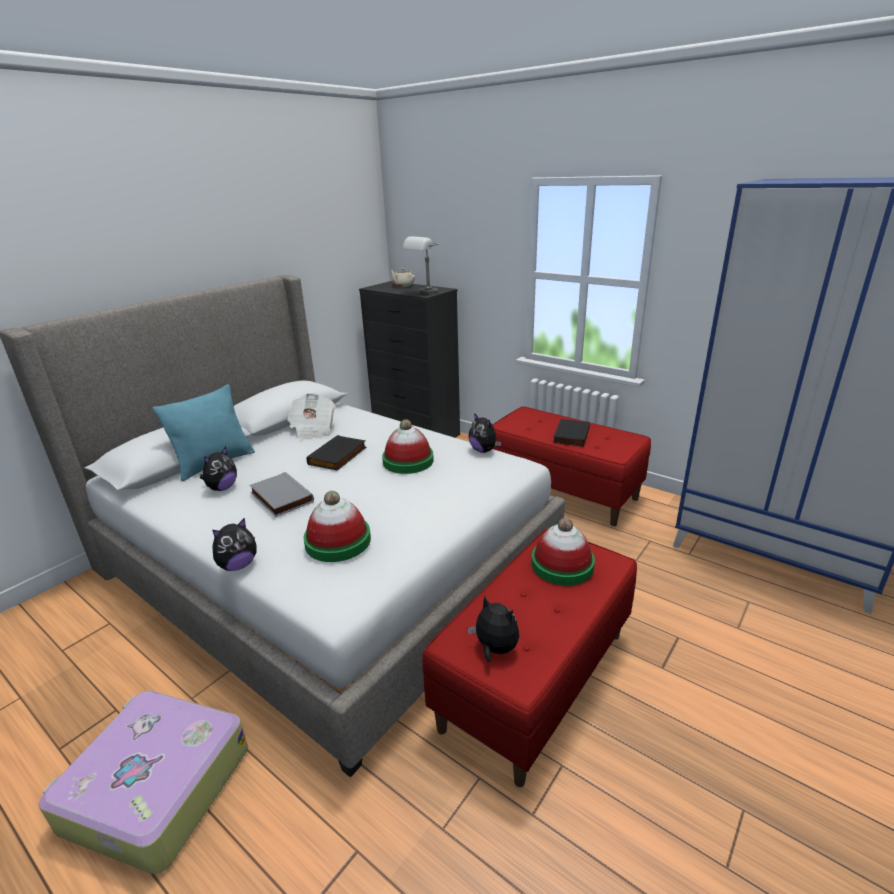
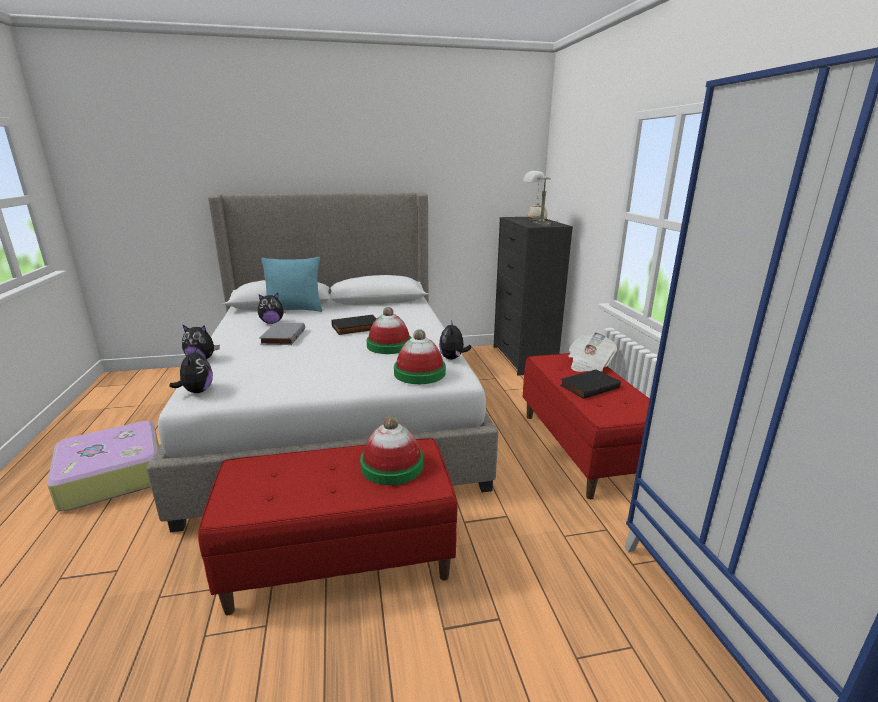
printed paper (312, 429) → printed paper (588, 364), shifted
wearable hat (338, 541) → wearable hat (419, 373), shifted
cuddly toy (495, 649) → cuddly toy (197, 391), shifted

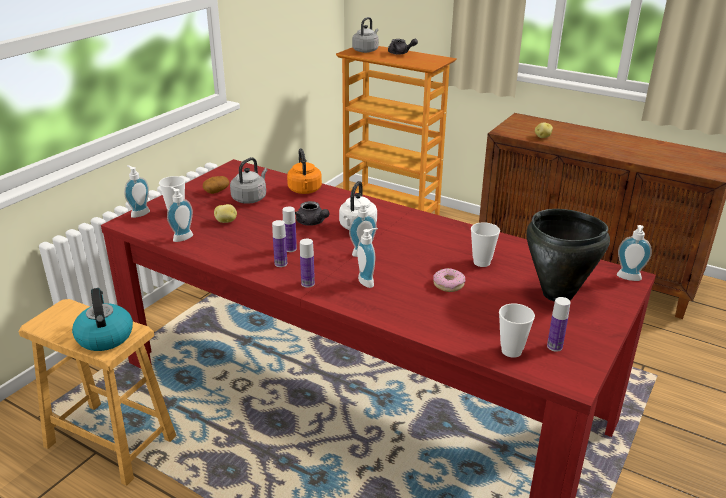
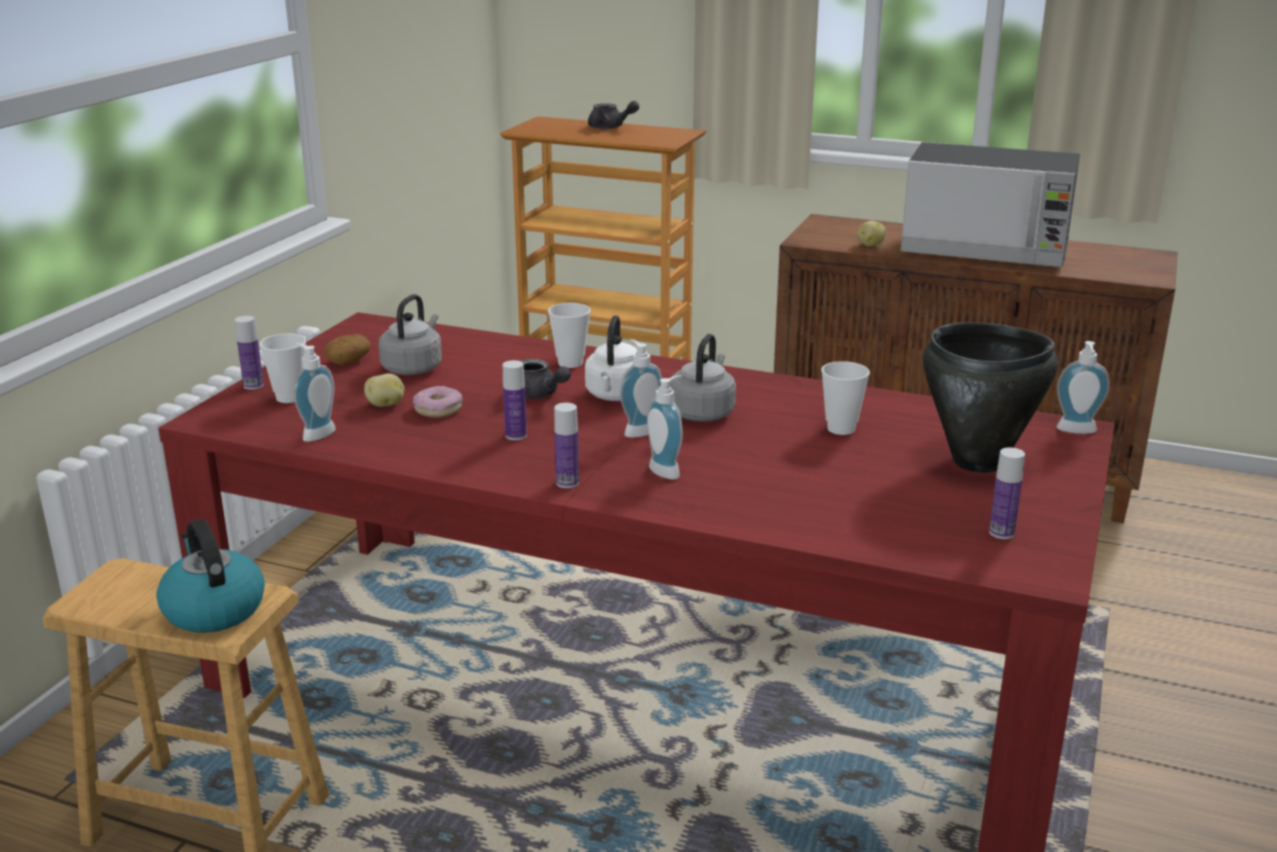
soap bottle (139, 213) → -
drink bottle (281, 263) → drink bottle (253, 385), shifted
orange-coloured kettle (305, 191) → -
grey kettle (366, 50) → grey kettle (703, 412), shifted
ring doughnut (448, 284) → ring doughnut (438, 409), shifted
drinking cup (511, 351) → drinking cup (570, 363), shifted
- → microwave oven (985, 250)

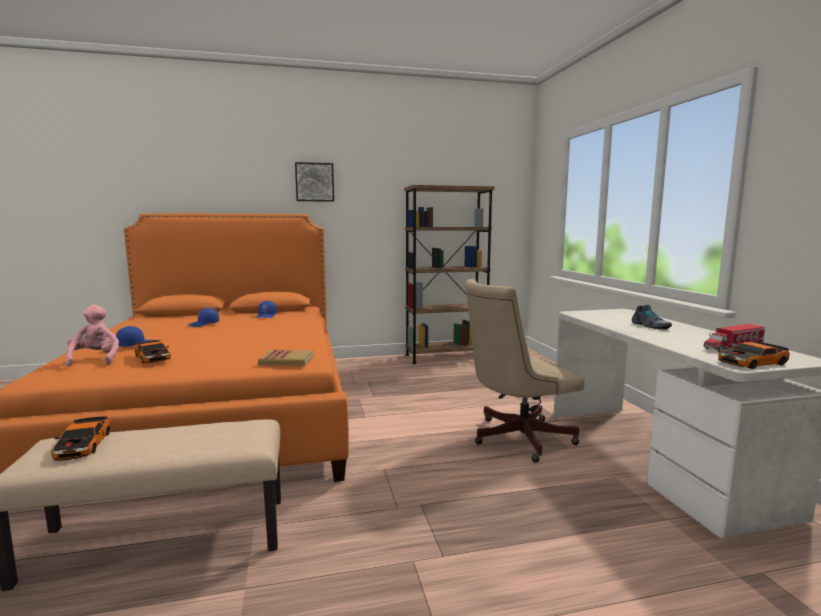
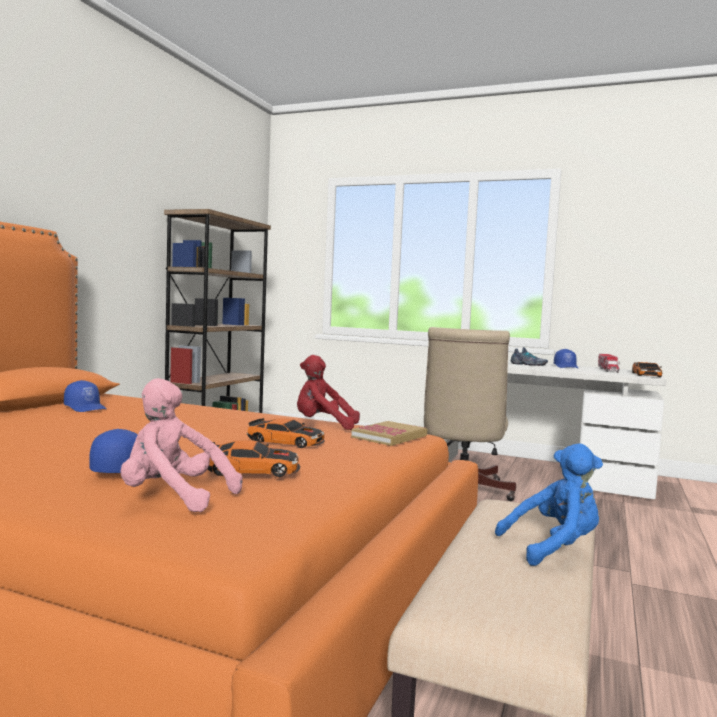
miniature car (83, 445) → miniature car (286, 441), shifted
blue-coloured baseball cap (204, 324) → blue-coloured baseball cap (566, 367), shifted
picture (314, 182) → -
- → red cuddly toy (322, 425)
- → blue-coloured cuddly toy (554, 548)

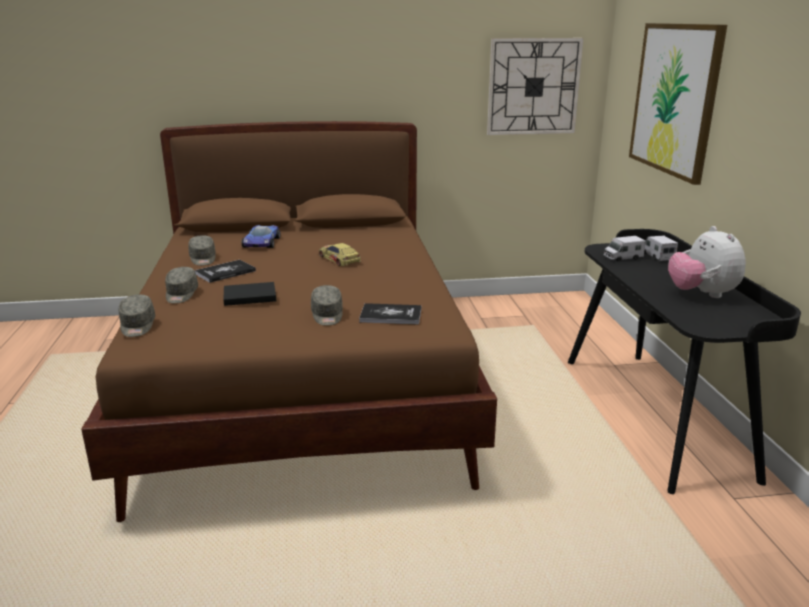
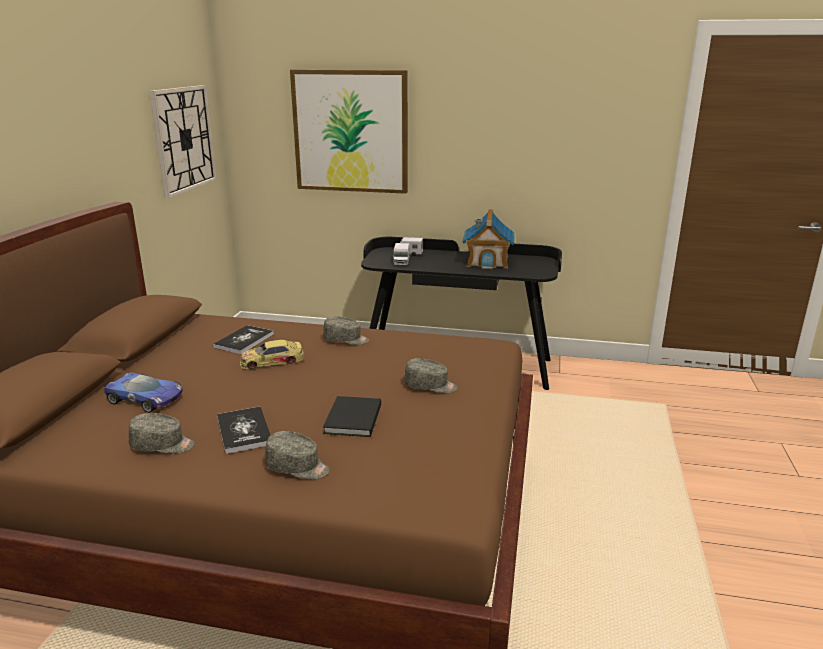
grey baseball cap (137, 326) → grey baseball cap (346, 340), shifted
book (391, 315) → book (244, 341), shifted
cuddly toy (701, 294) → model house (488, 261)

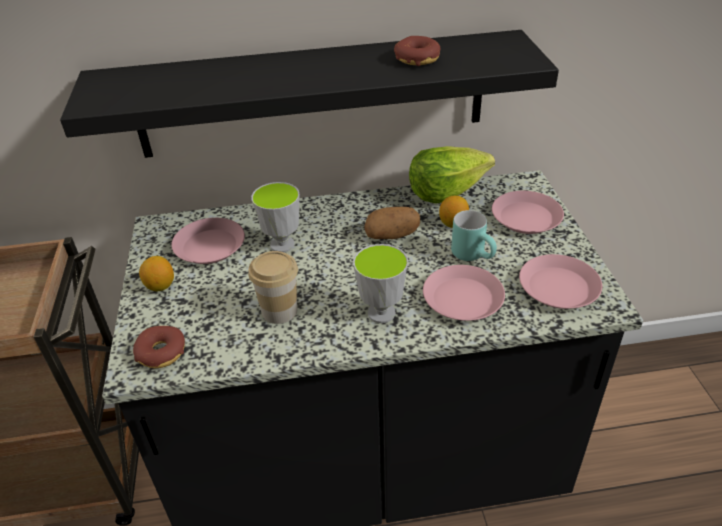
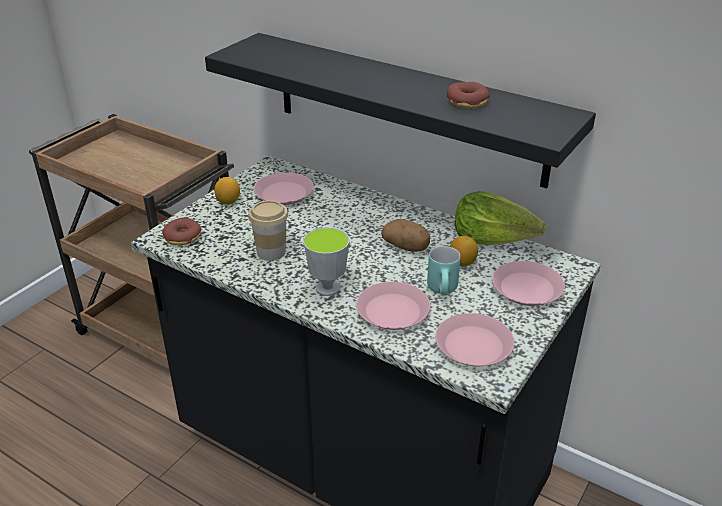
drinking cup (282, 245) → -

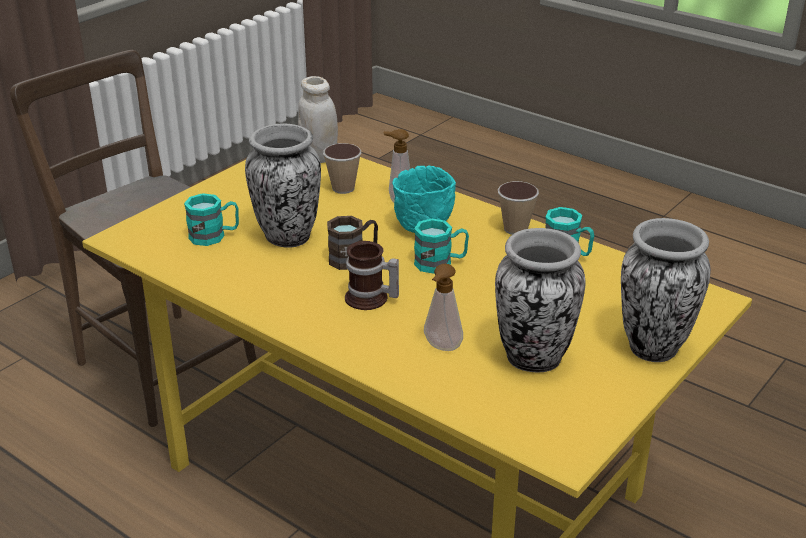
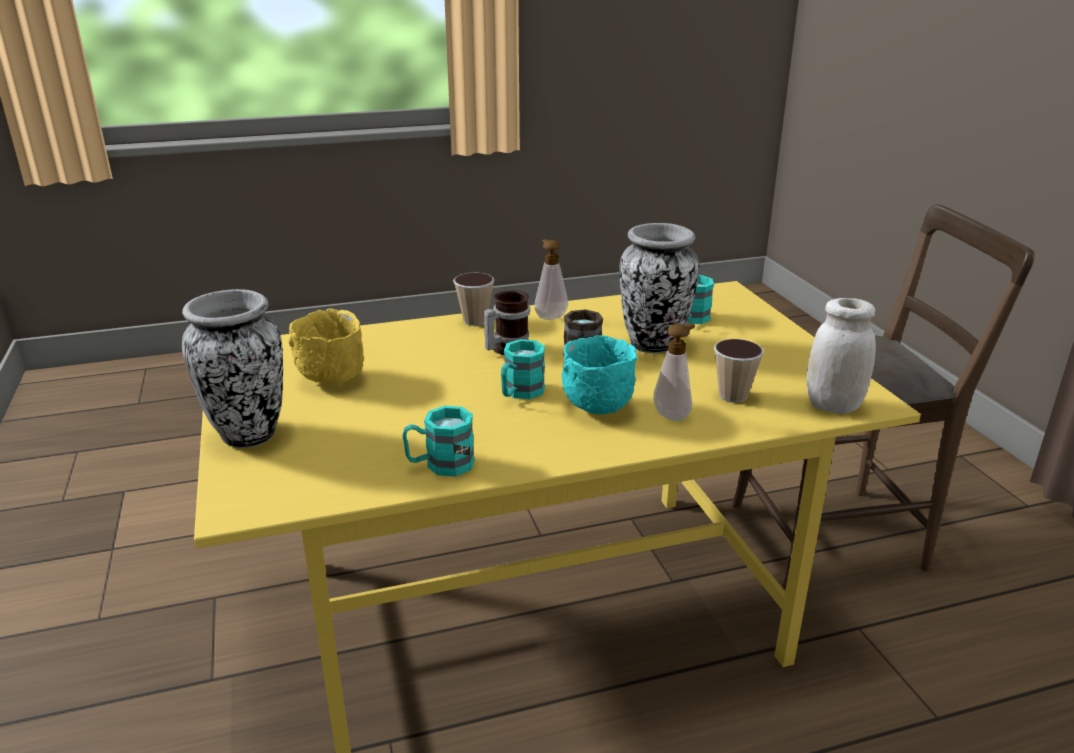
soap bottle (441, 348) → soap bottle (550, 316), shifted
flower vase (533, 359) → yellowish bowl (332, 378)
drinking cup (515, 229) → drinking cup (475, 320), shifted

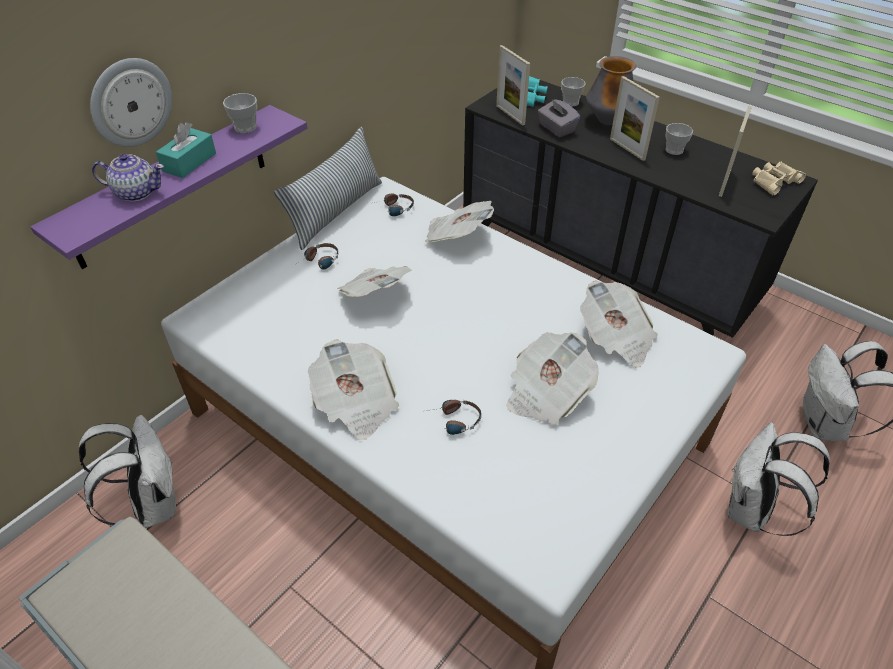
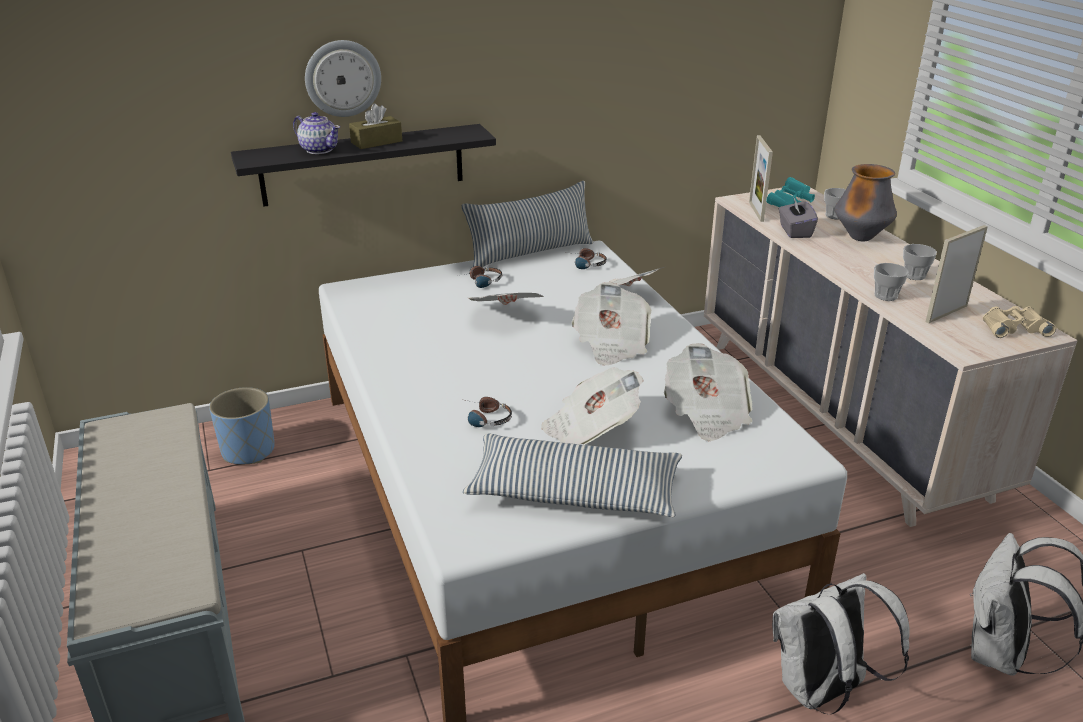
purple-coloured shelf (171, 186) → black shelf (363, 165)
white backpack (152, 504) → blue-coloured plant pot (248, 451)
turquoise tissue box (189, 162) → brownish tissue box (376, 142)
drinking cup (245, 127) → drinking cup (886, 296), shifted
printed paper (356, 404) → printed paper (611, 344), shifted
black chest of drawers (606, 264) → beige-coloured chest of drawers (839, 415)
photo frame (627, 149) → -
- → cushion (574, 492)

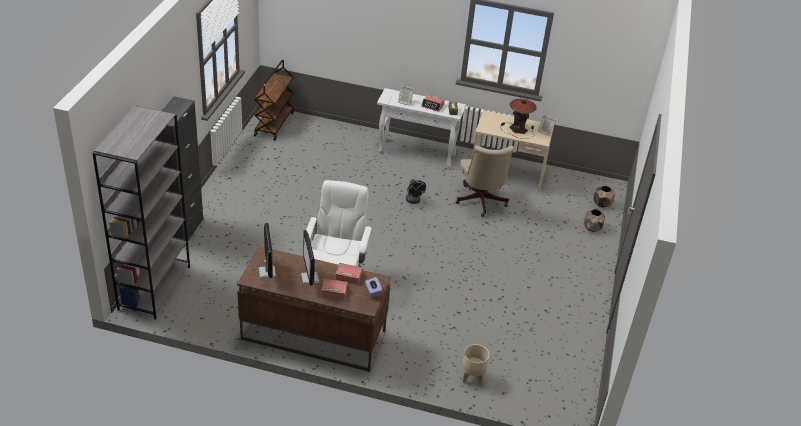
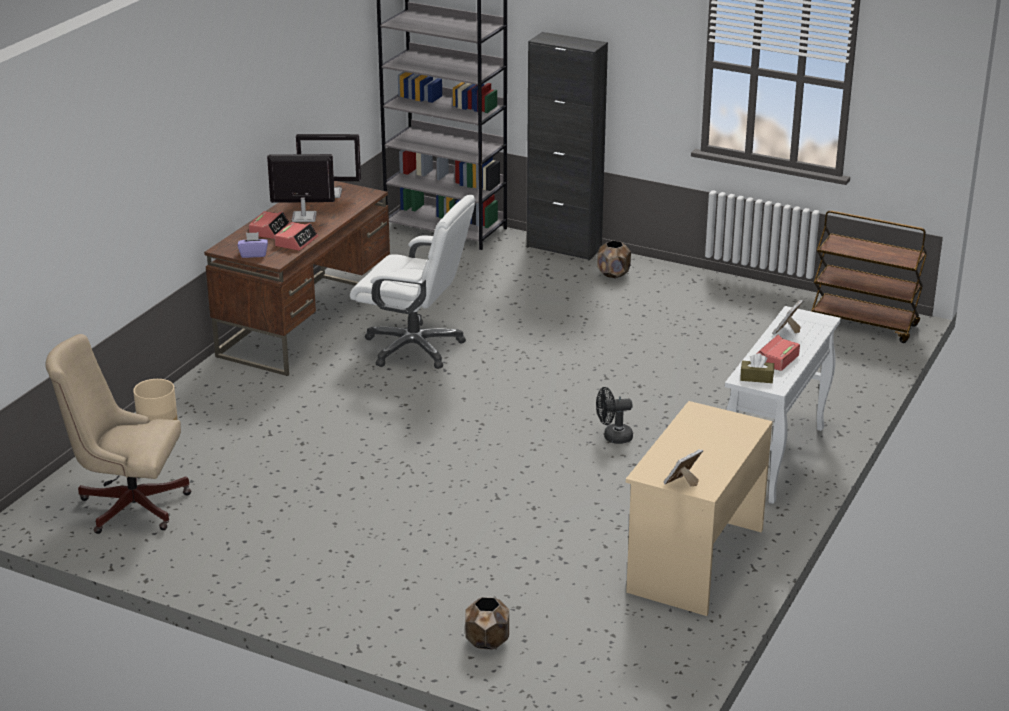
beige-coloured desk chair (480, 202) → beige-coloured desk chair (127, 505), shifted
lamp for a table (518, 129) → -
brownish plant pot (602, 204) → brownish plant pot (614, 274), shifted

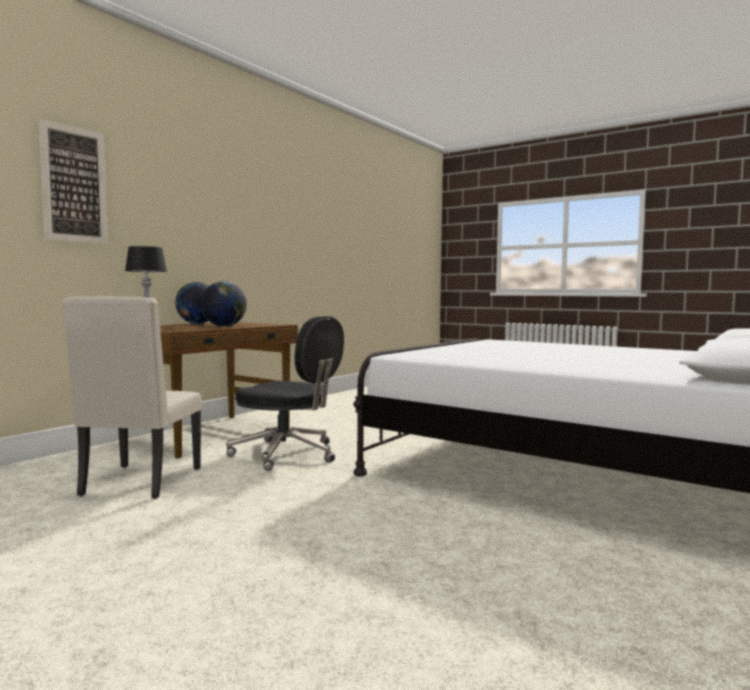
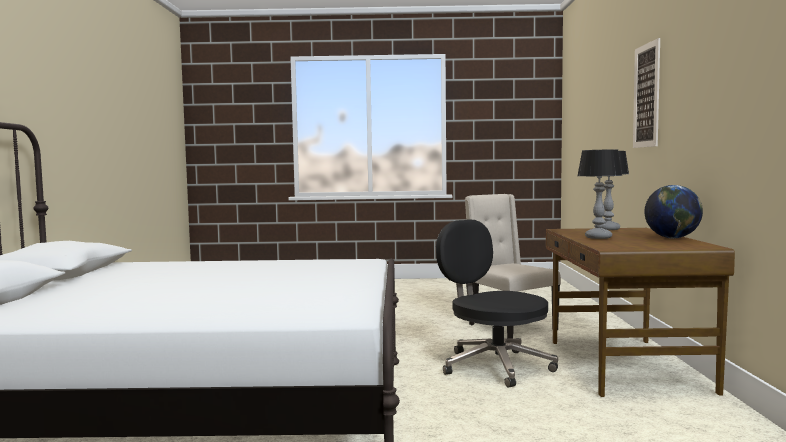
globe (224, 326) → lamp for a table (598, 237)
black desk chair (287, 454) → black desk chair (494, 366), 60 degrees clockwise

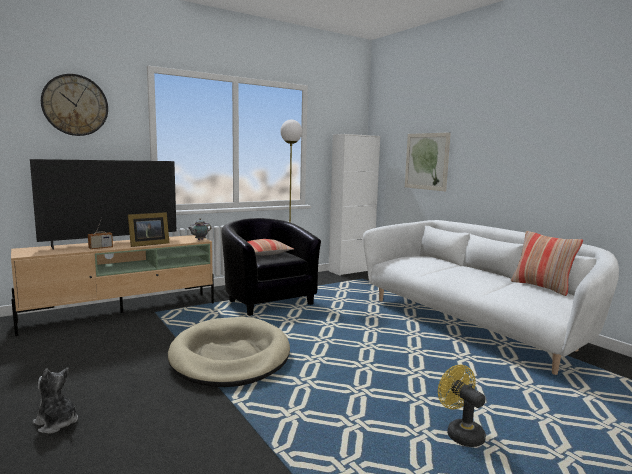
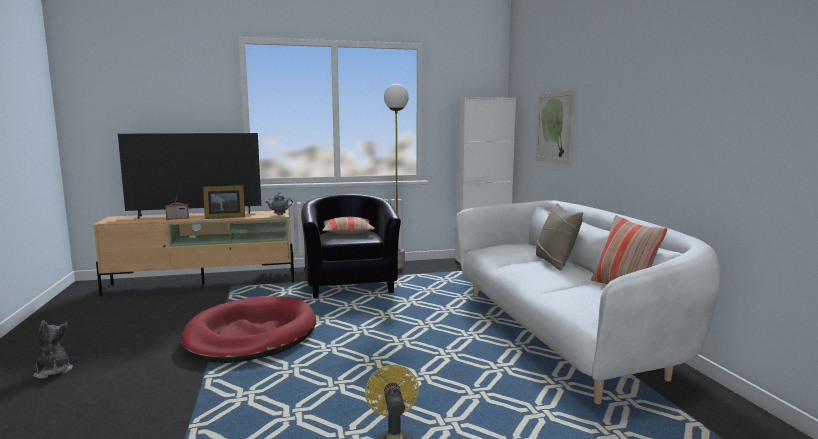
clock on the wall (75, 105) → -
beige-coloured dog cushion (230, 356) → red dog cushion (251, 335)
- → beige-coloured cushion (555, 262)

